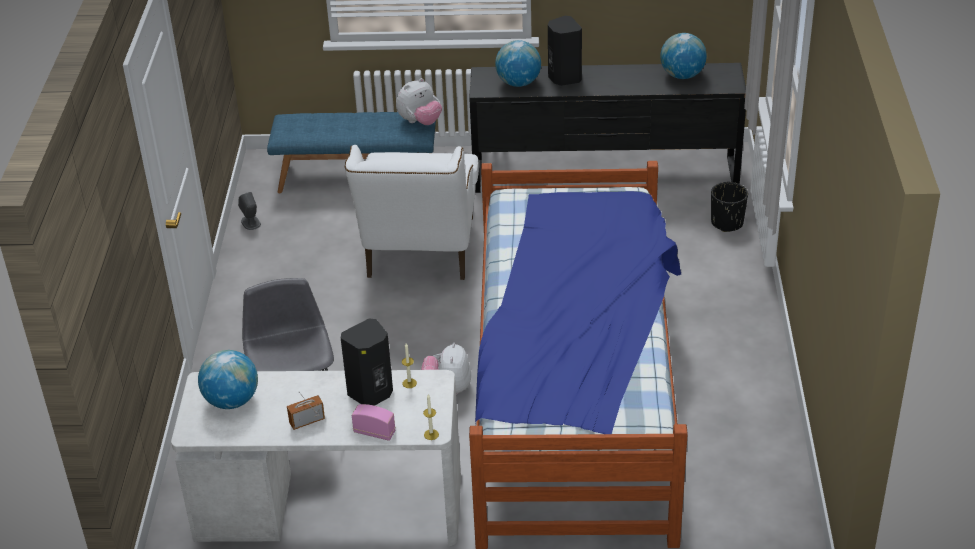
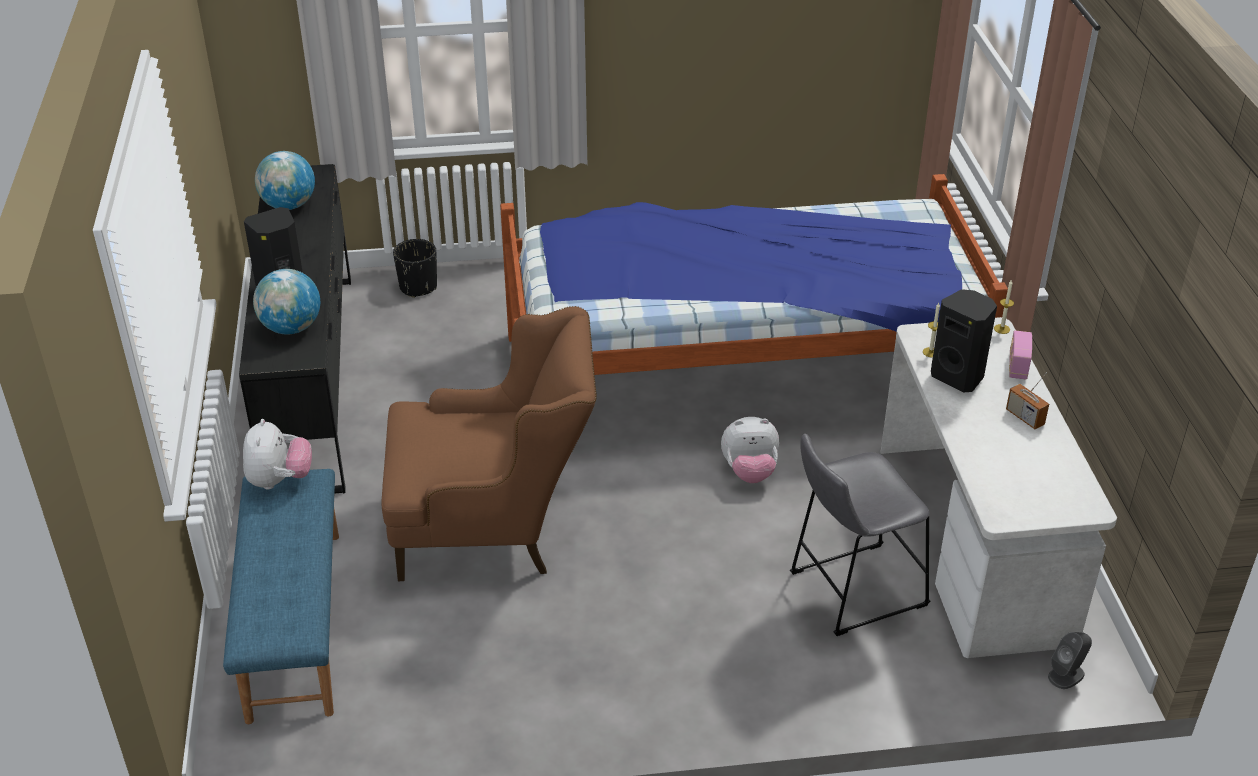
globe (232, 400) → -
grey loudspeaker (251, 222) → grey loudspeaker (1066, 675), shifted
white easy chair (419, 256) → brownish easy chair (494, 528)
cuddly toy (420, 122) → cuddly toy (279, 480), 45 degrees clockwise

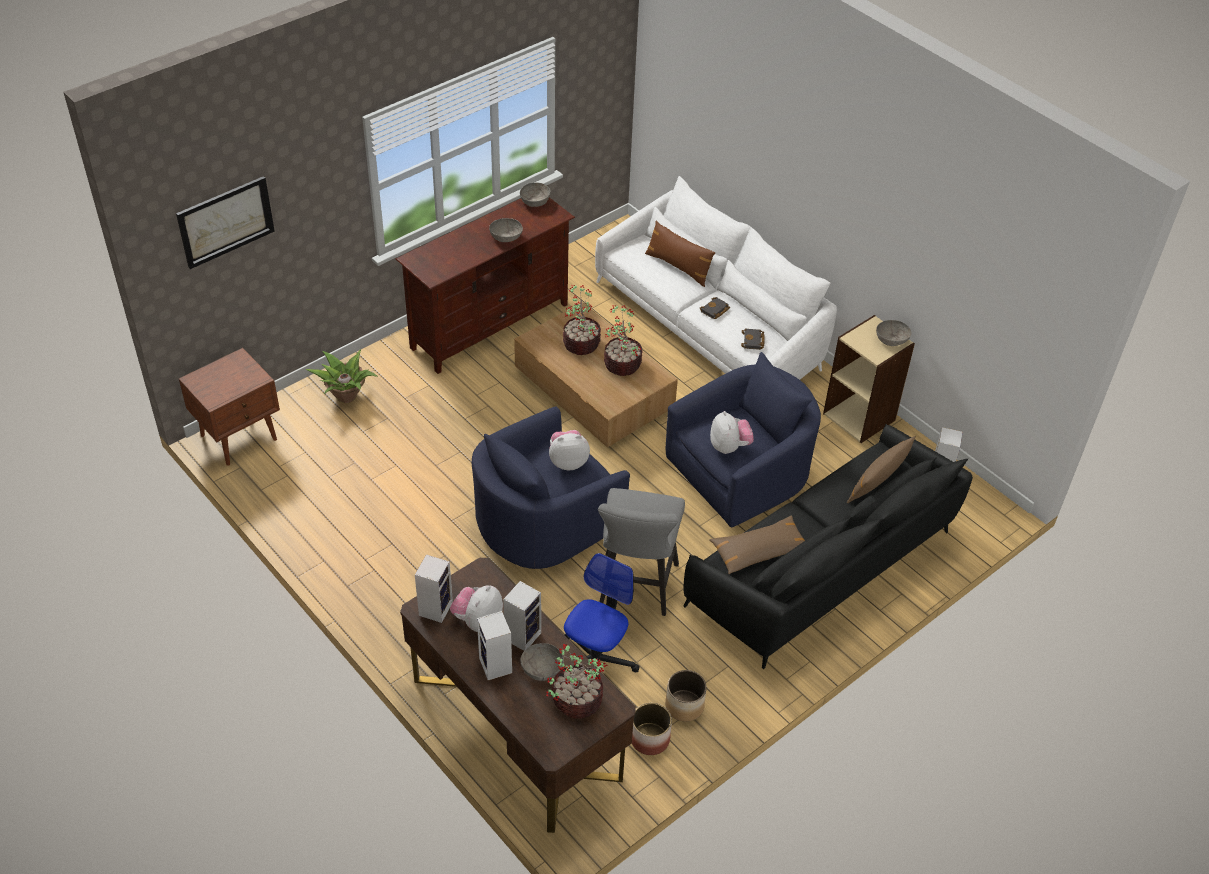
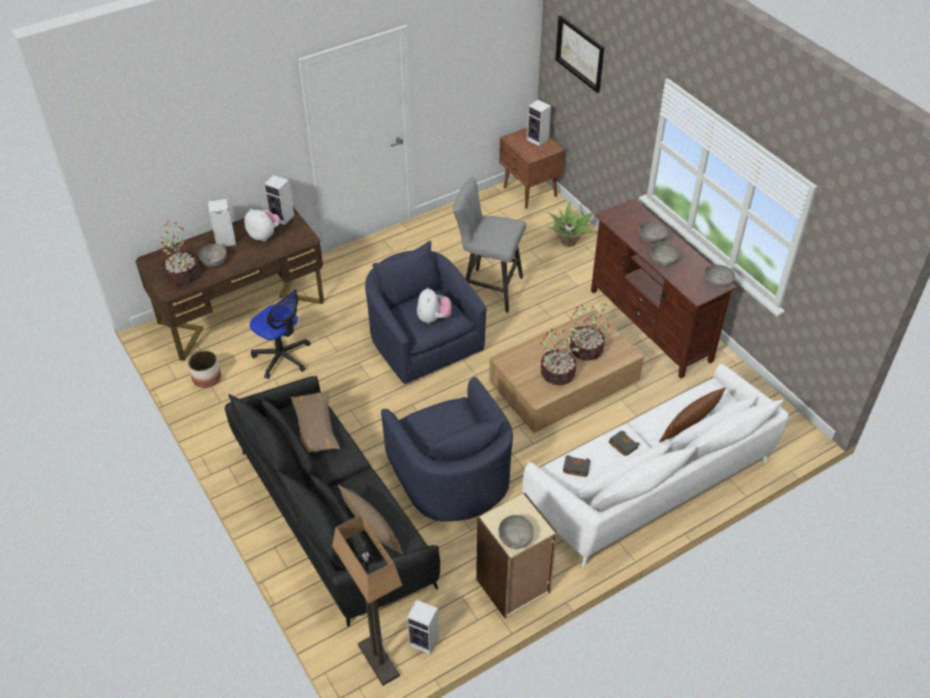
loudspeaker (523, 635) → loudspeaker (538, 140), shifted
grey stool (636, 589) → grey stool (487, 288), shifted
plant pot (684, 706) → -
cuddly toy (729, 447) → -
- → standing lamp (378, 660)
- → grey bowl (652, 238)

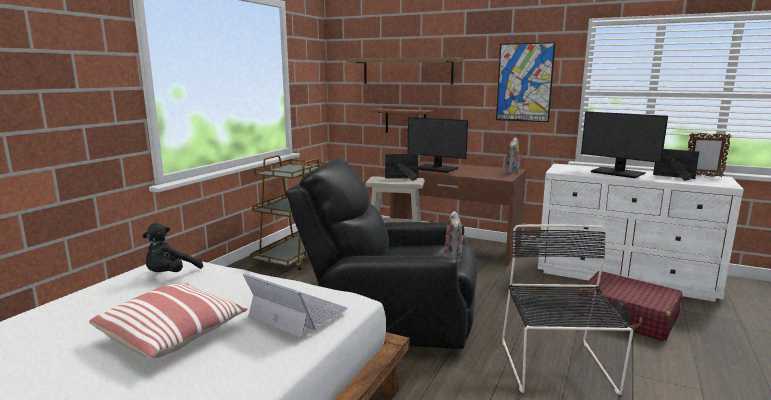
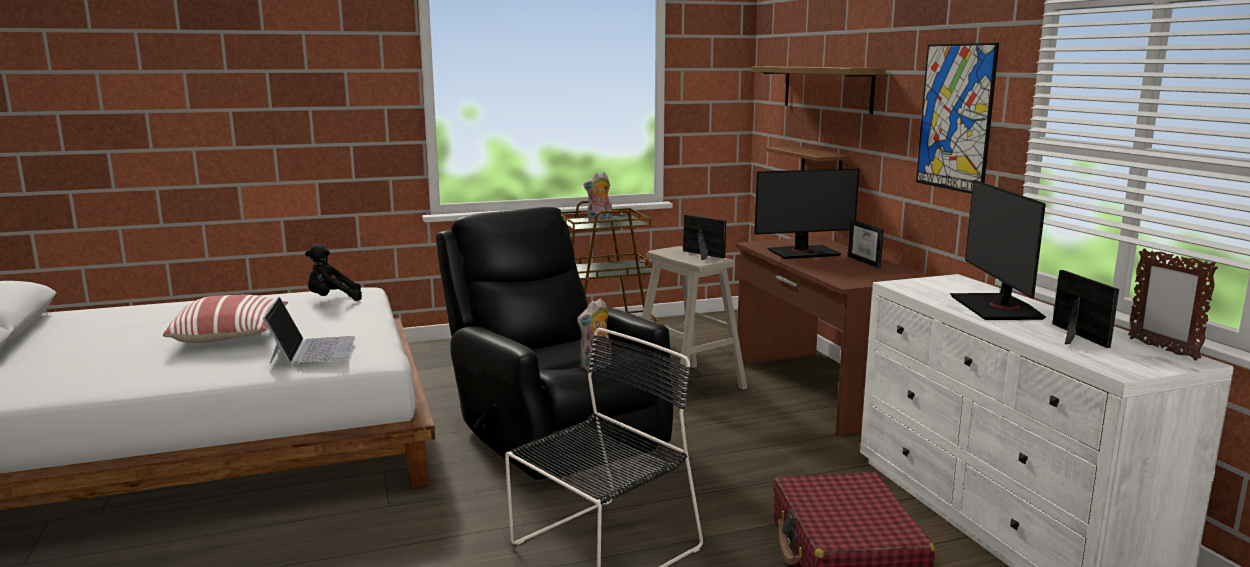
monitor (436, 168) → monitor (803, 252), 90 degrees counterclockwise
cuddly toy (512, 172) → cuddly toy (599, 221), shifted
- → photo frame (869, 262)

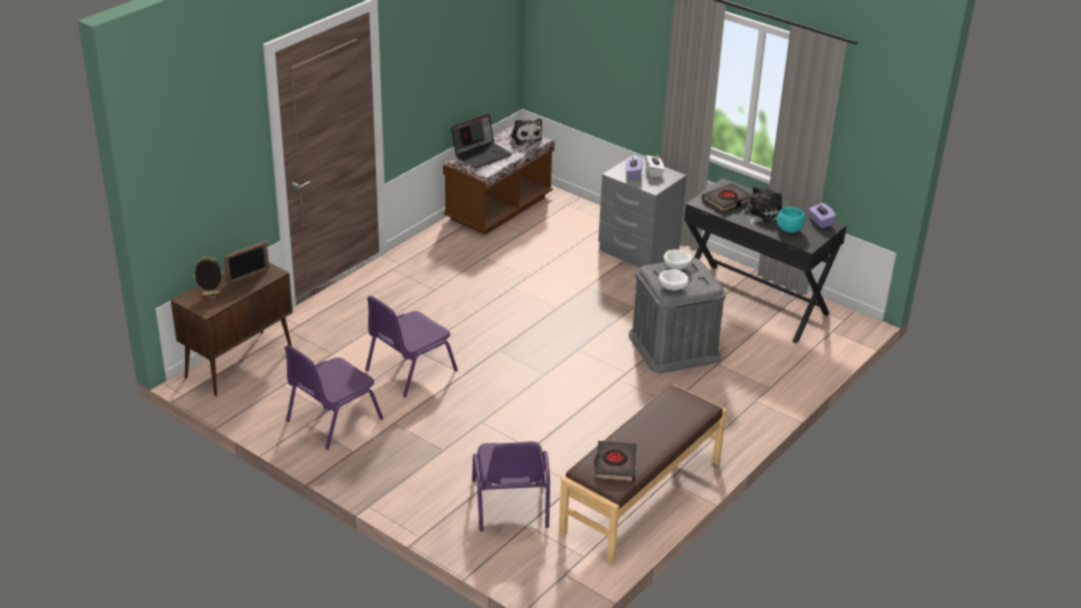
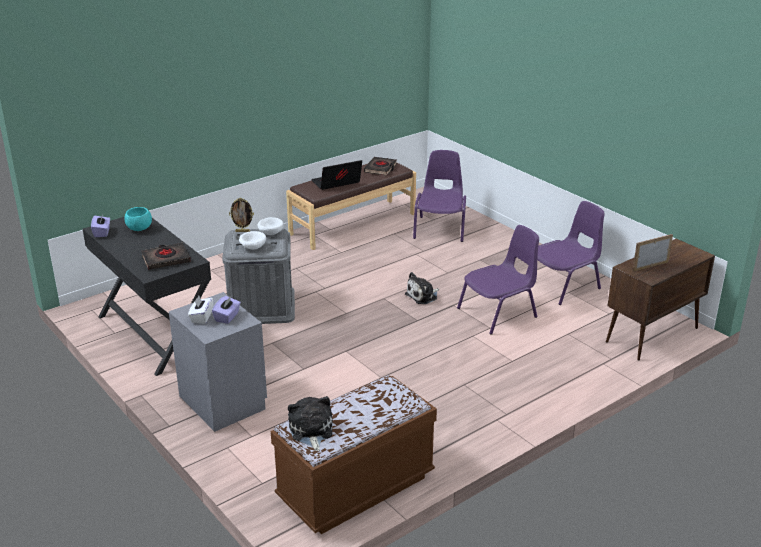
photo frame (210, 294) → photo frame (243, 231), shifted
portable computer (482, 154) → portable computer (336, 183), shifted
cuddly toy (761, 214) → cuddly toy (423, 296), shifted

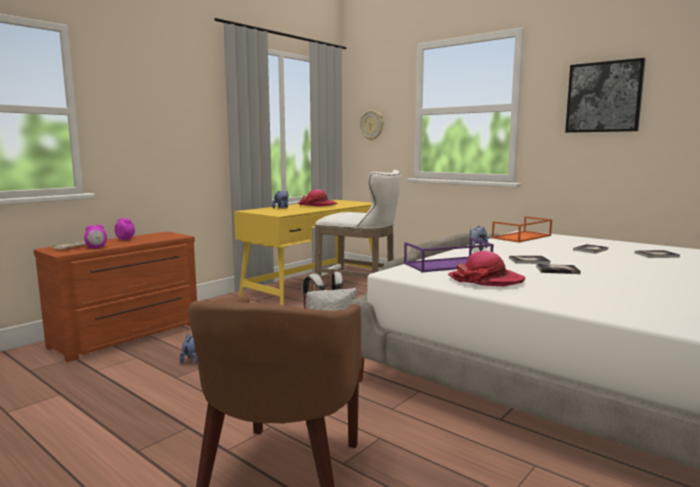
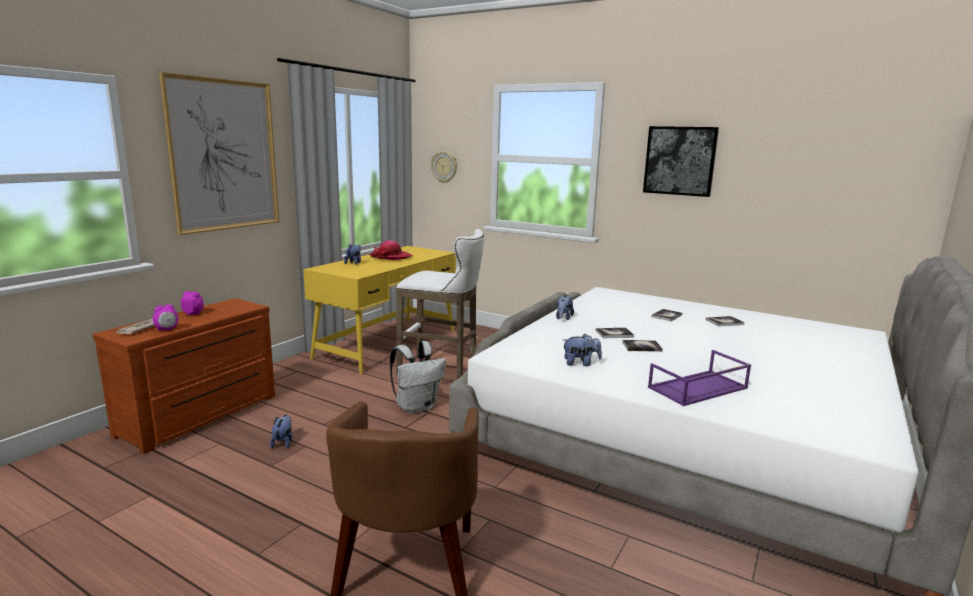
purple-coloured serving tray (447, 265) → purple-coloured serving tray (698, 388), shifted
wearable hat (486, 280) → cuddly toy (580, 363)
orange-coloured serving tray (522, 237) → -
- → picture (224, 155)

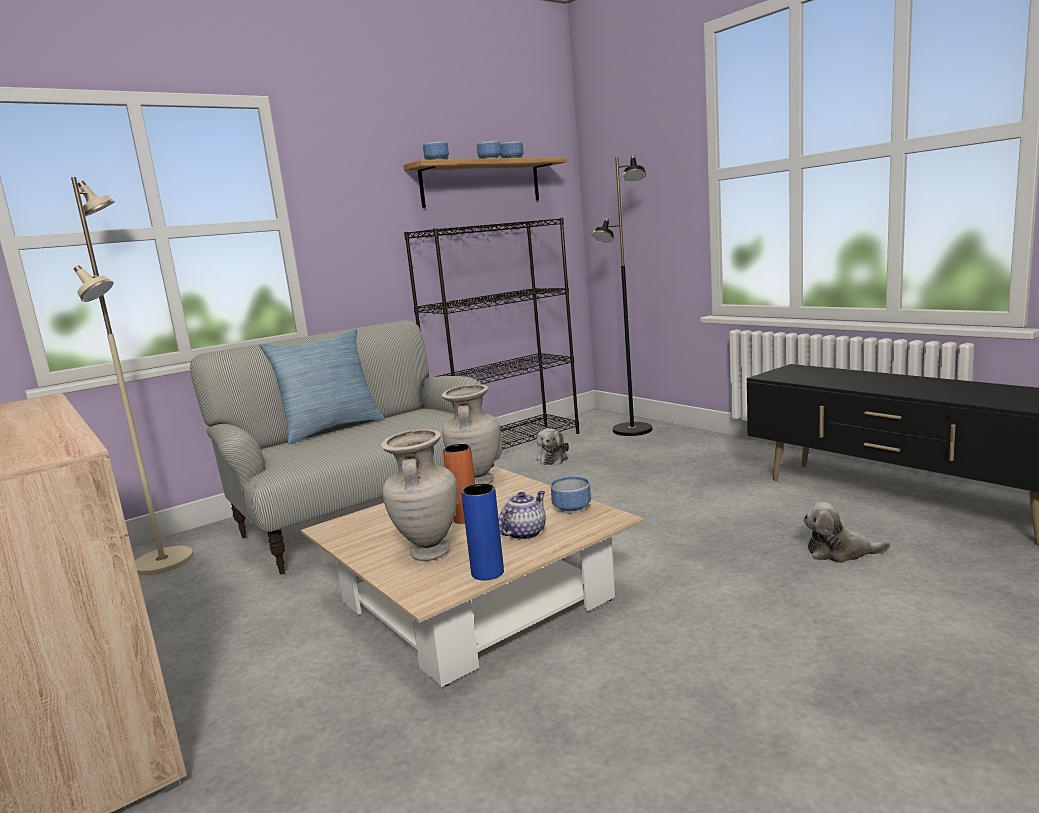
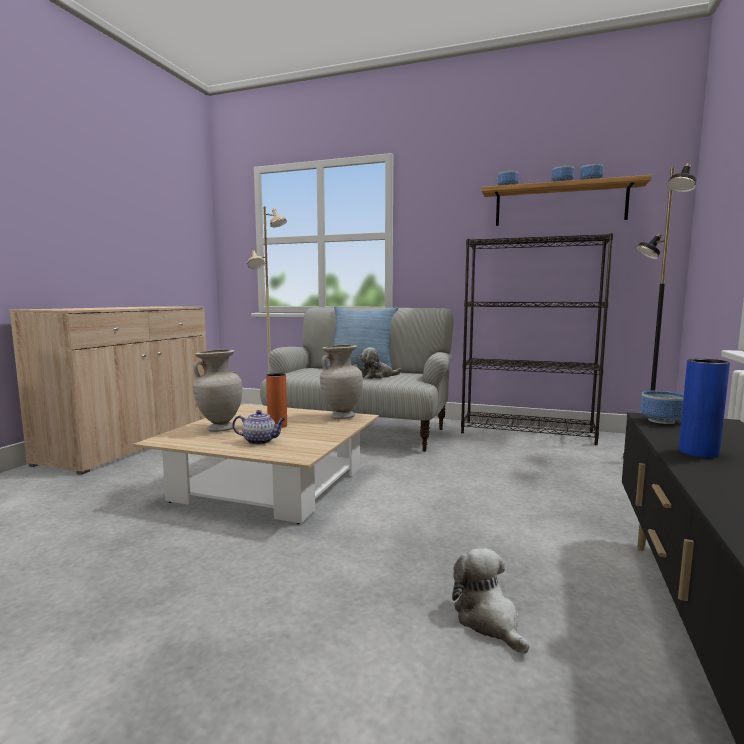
blue-coloured flower vase (487, 573) → blue-coloured flower vase (698, 452), shifted
cuddly toy (553, 459) → cuddly toy (377, 376), shifted
bowl (573, 509) → bowl (662, 421), shifted

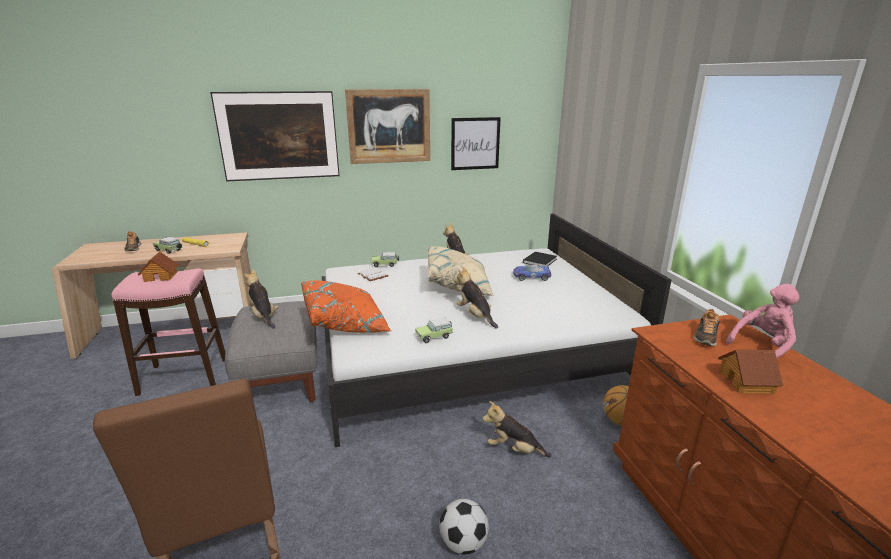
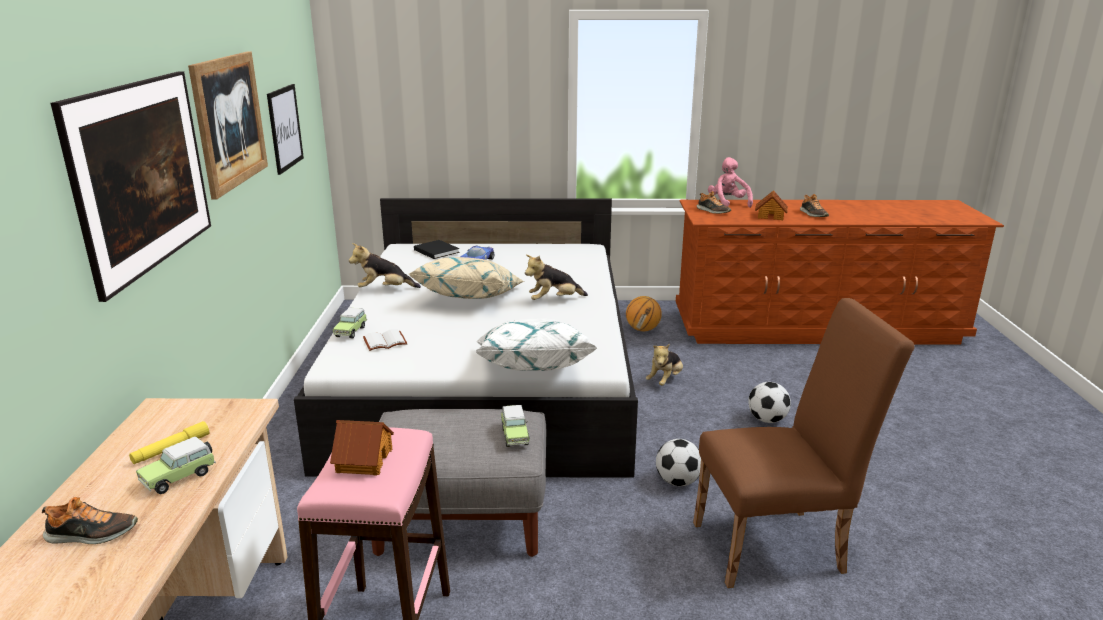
cuddly toy (263, 316) → -
orange-coloured cushion (346, 324) → white cushion (532, 366)
miniature car (435, 337) → miniature car (514, 435), shifted
- → ball for football (677, 481)
- → shoe (813, 214)

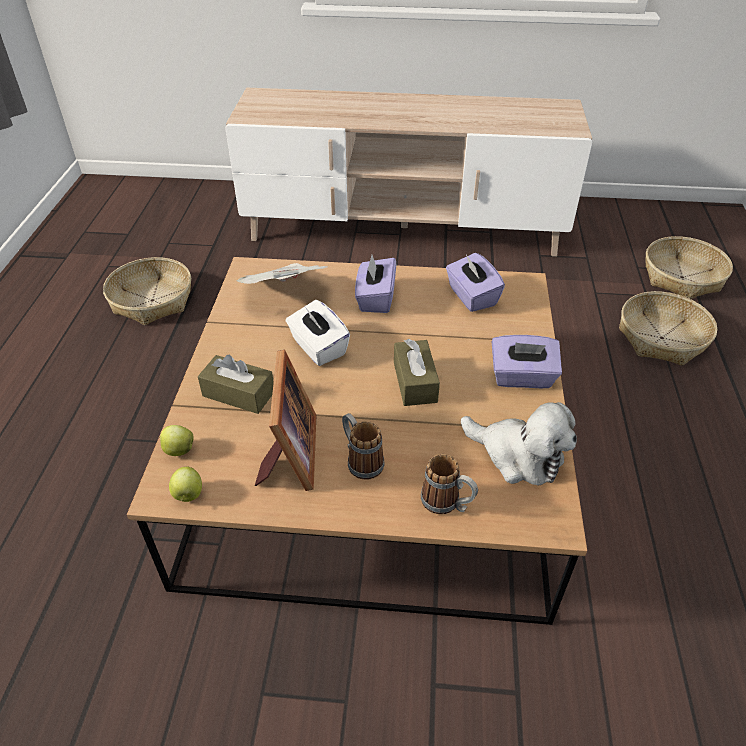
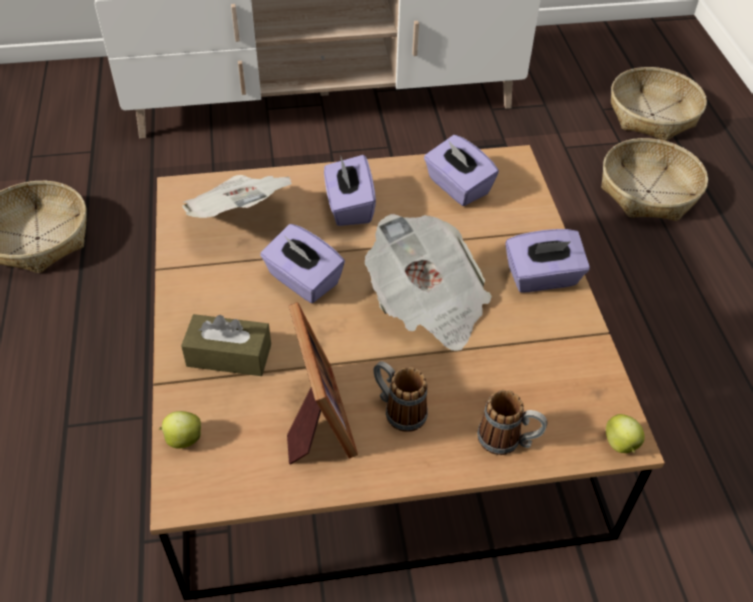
apple (188, 495) → apple (621, 445), shifted
white tissue box (318, 348) → purple-coloured tissue box (303, 280)
brownish tissue box (415, 382) → printed paper (428, 304)
cuddly toy (518, 456) → -

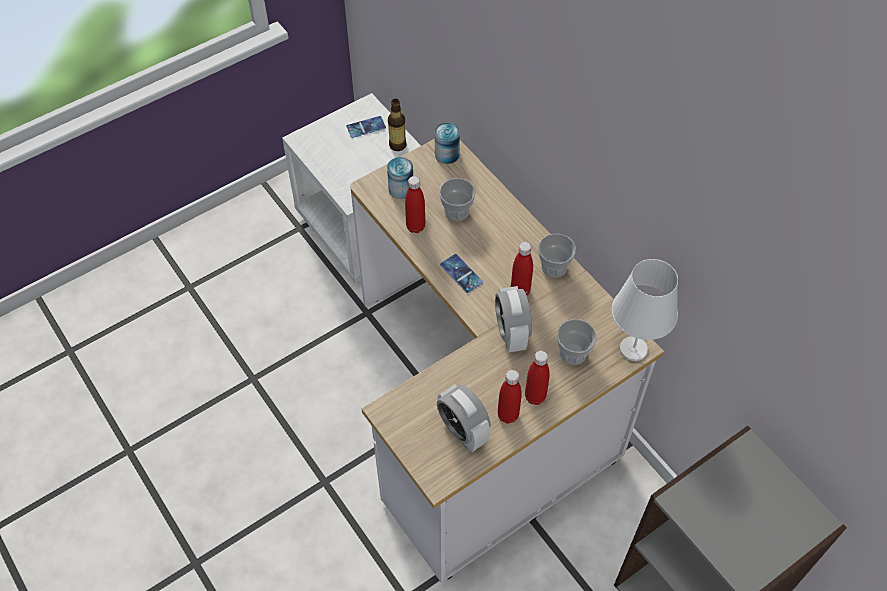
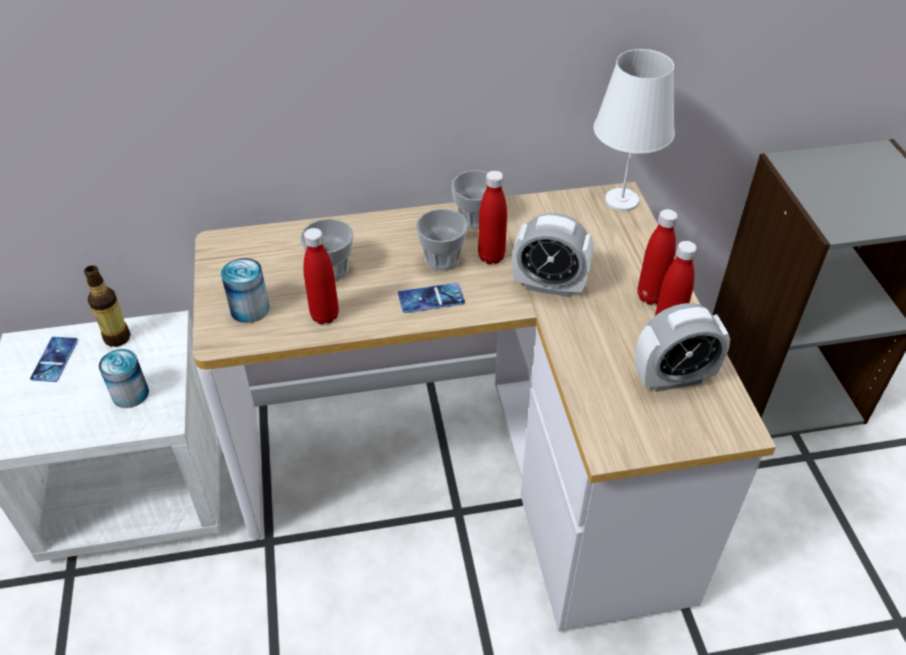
metal can (447, 154) → metal can (130, 394), shifted
drinking cup (573, 353) → drinking cup (442, 259), shifted

